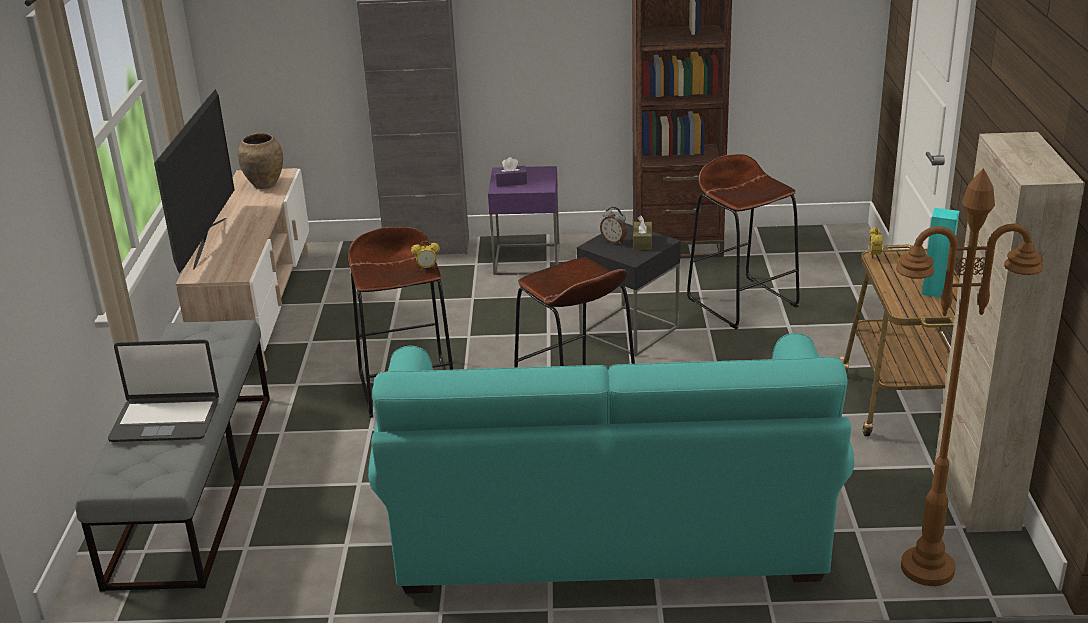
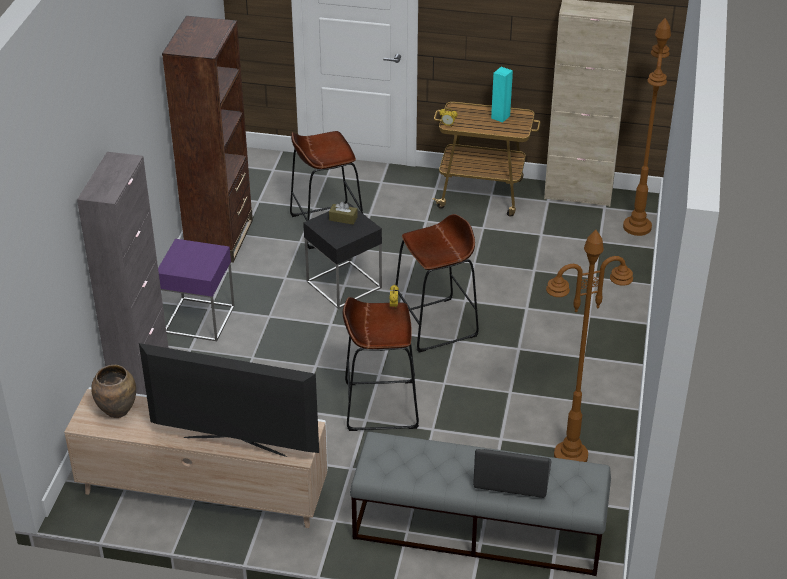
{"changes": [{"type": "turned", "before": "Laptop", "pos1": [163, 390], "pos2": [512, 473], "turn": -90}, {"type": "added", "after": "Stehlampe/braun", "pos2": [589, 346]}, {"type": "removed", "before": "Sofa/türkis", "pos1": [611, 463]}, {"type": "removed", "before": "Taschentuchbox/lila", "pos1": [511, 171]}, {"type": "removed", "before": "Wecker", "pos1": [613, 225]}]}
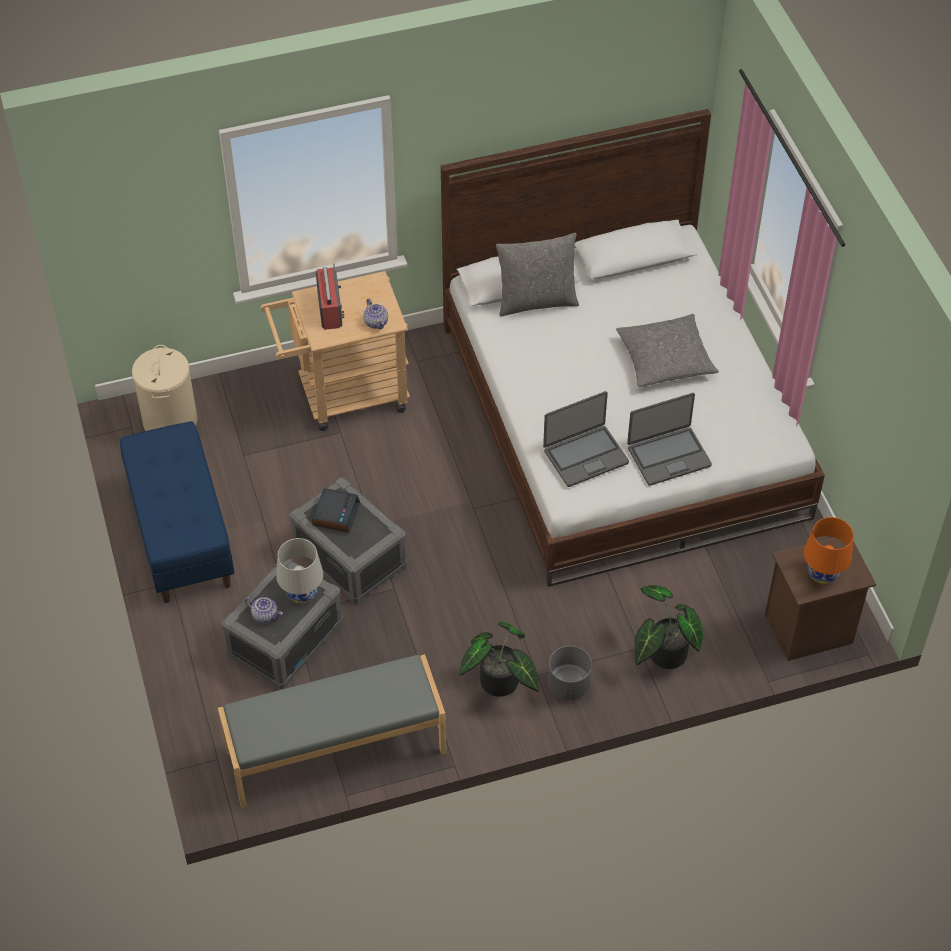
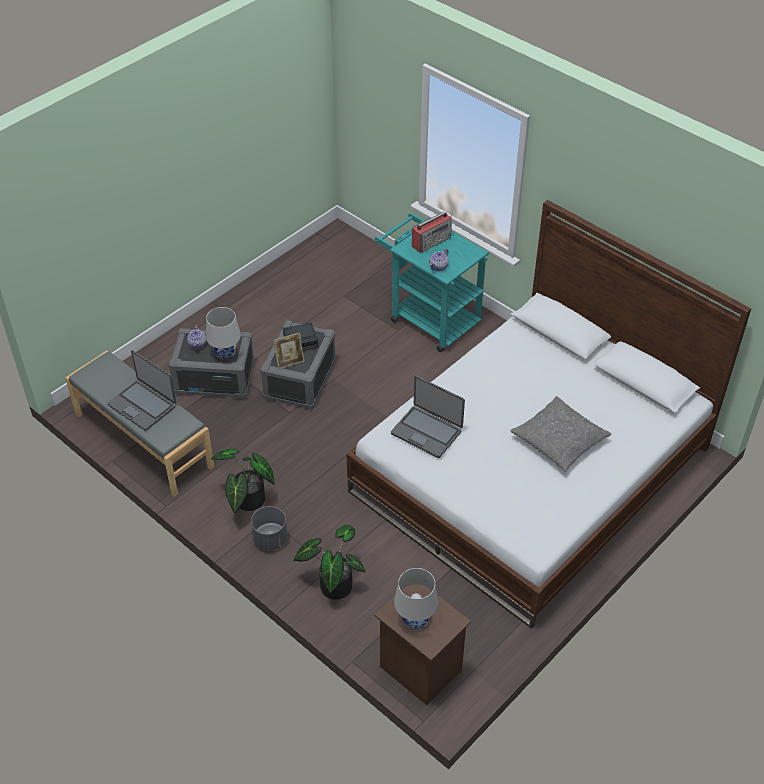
{"changes": [{"type": "moved", "before": "Laptop", "pos1": [669, 439], "pos2": [141, 390]}, {"type": "added", "after": "Bilderrahmen", "pos2": [288, 350]}, {"type": "recoloured", "before": "Rollwagen/beige", "after": "Rollwagen/türkis", "pos1": [335, 351], "pos2": [432, 282]}, {"type": "recoloured", "before": "Tischlampe/orange", "after": "Tischlampe/weiß", "pos1": [828, 550], "pos2": [416, 598]}, {"type": "removed", "before": "Bank/blau", "pos1": [177, 512]}, {"type": "removed", "before": "Wäschekorb/beige", "pos1": [165, 388]}, {"type": "removed", "before": "Kissen/grau", "pos1": [537, 274]}]}
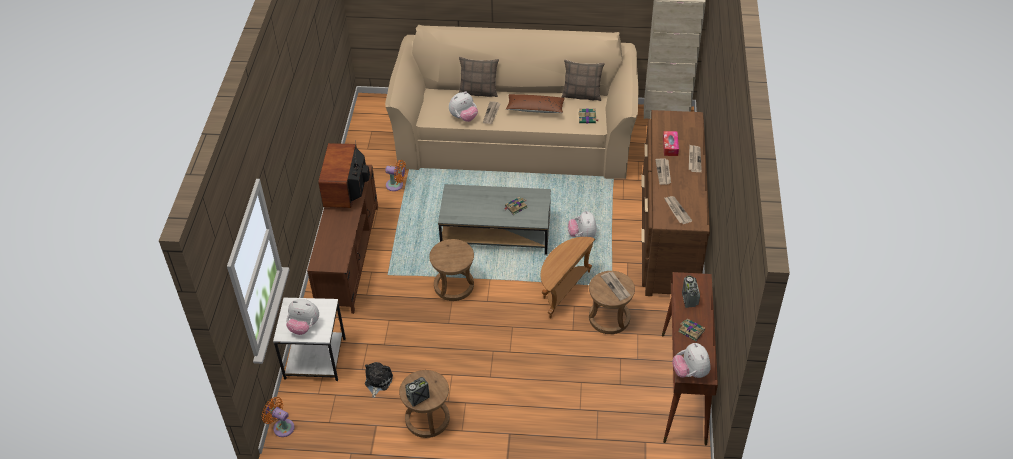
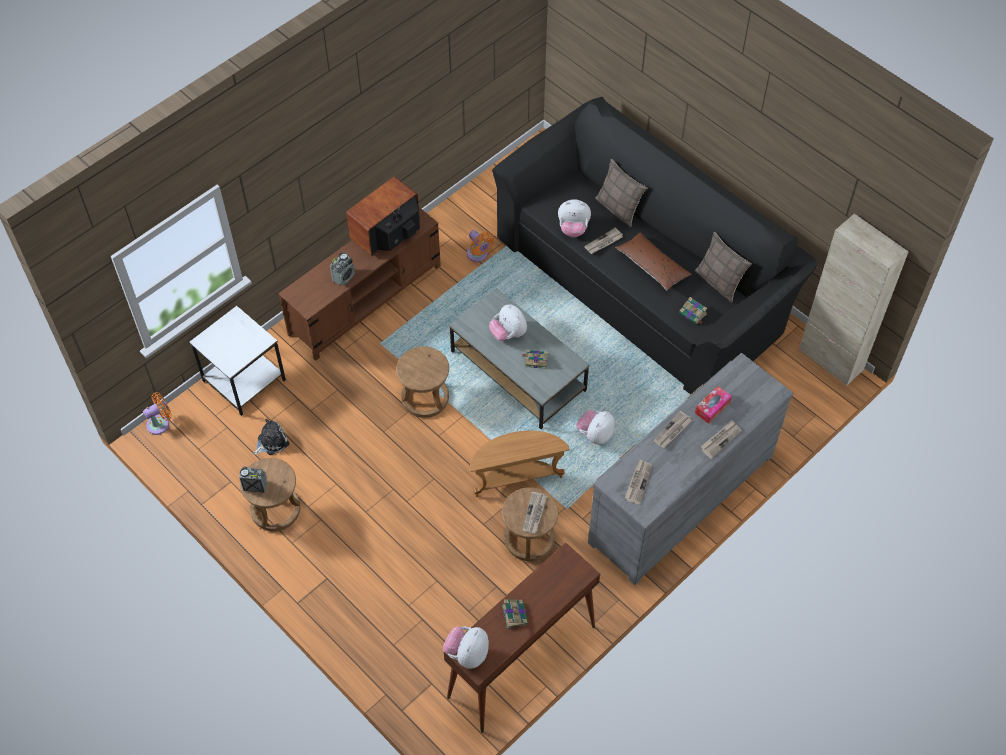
{"changes": [{"type": "turned", "before": "Ventilator/orange", "pos1": [278, 417], "pos2": [157, 413], "turn": 75}, {"type": "moved", "before": "Radio", "pos1": [691, 291], "pos2": [342, 268]}, {"type": "moved", "before": "Plüschtier", "pos1": [302, 317], "pos2": [508, 322]}, {"type": "recoloured", "before": "Sofa/beige", "after": "Sofa/schwarz", "pos1": [512, 102], "pos2": [654, 245]}, {"type": "recoloured", "before": "Kommode/braun", "after": "Kommode/grau", "pos1": [675, 203], "pos2": [690, 469]}]}
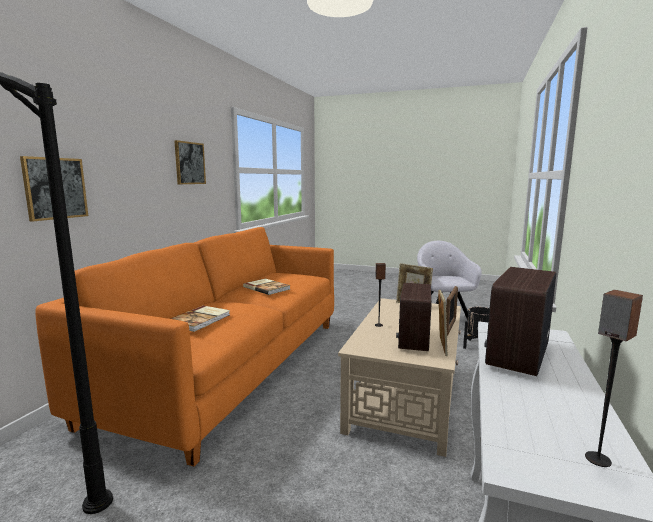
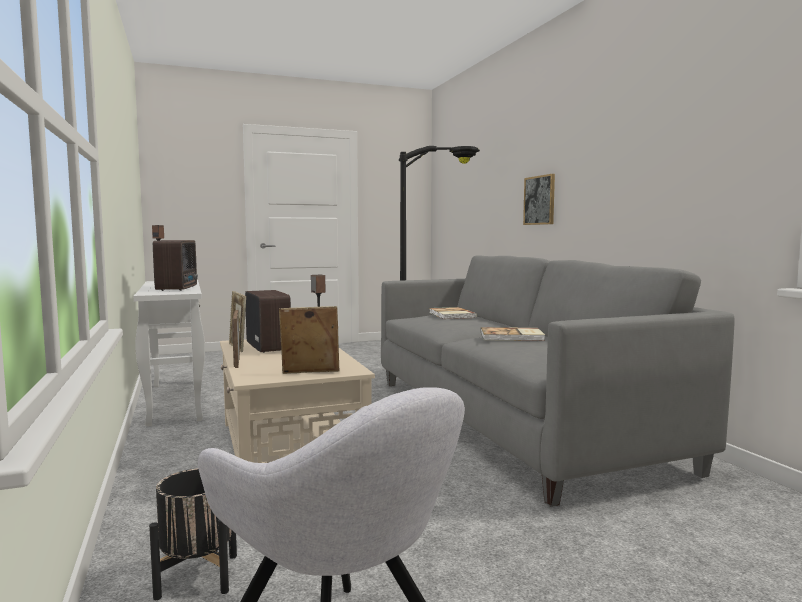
{"changes": [{"type": "recoloured", "before": "Sofa/orange", "after": "Sofa/grau", "pos1": [184, 347], "pos2": [558, 381]}, {"type": "removed", "before": "Bild", "pos1": [190, 162]}]}
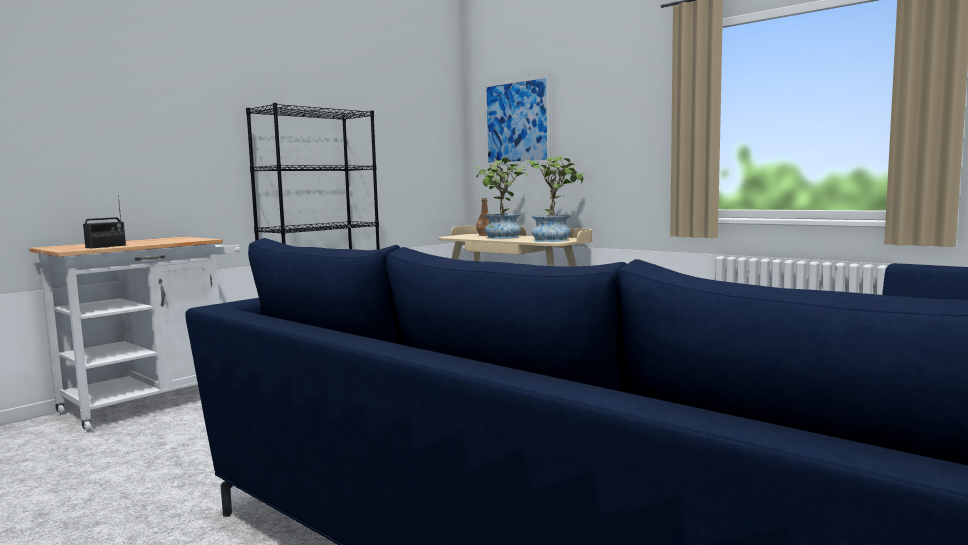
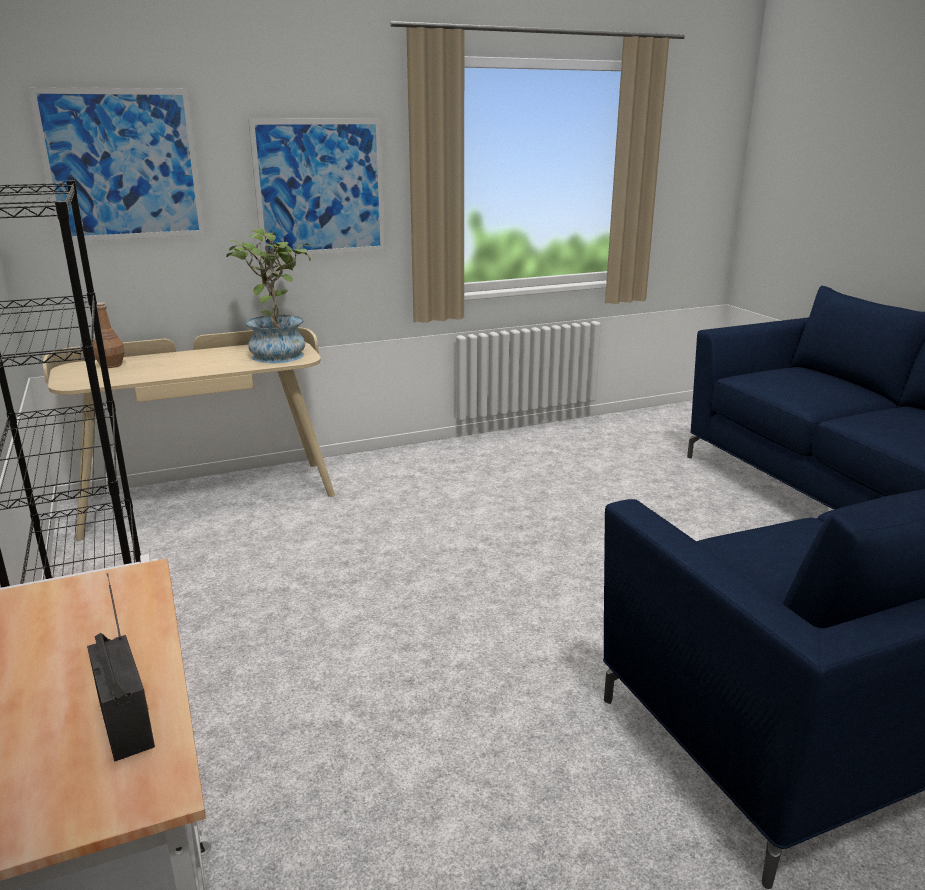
{"changes": [{"type": "added", "after": "Bild", "pos2": [316, 188]}, {"type": "removed", "before": "Topfpflanze", "pos1": [502, 198]}]}
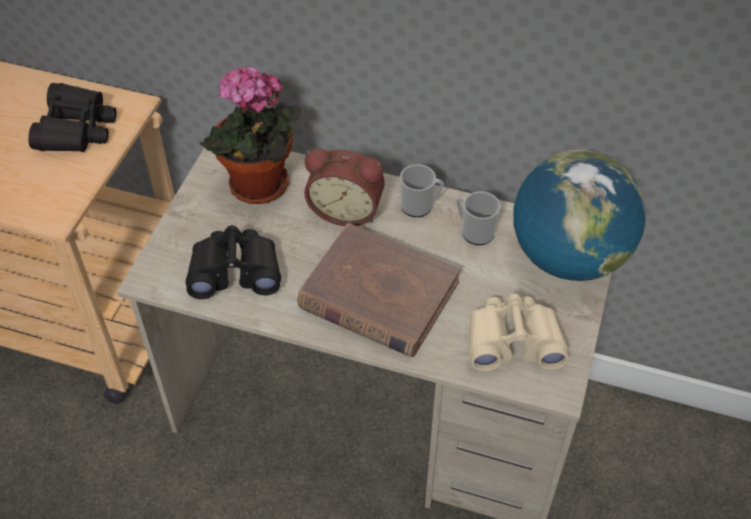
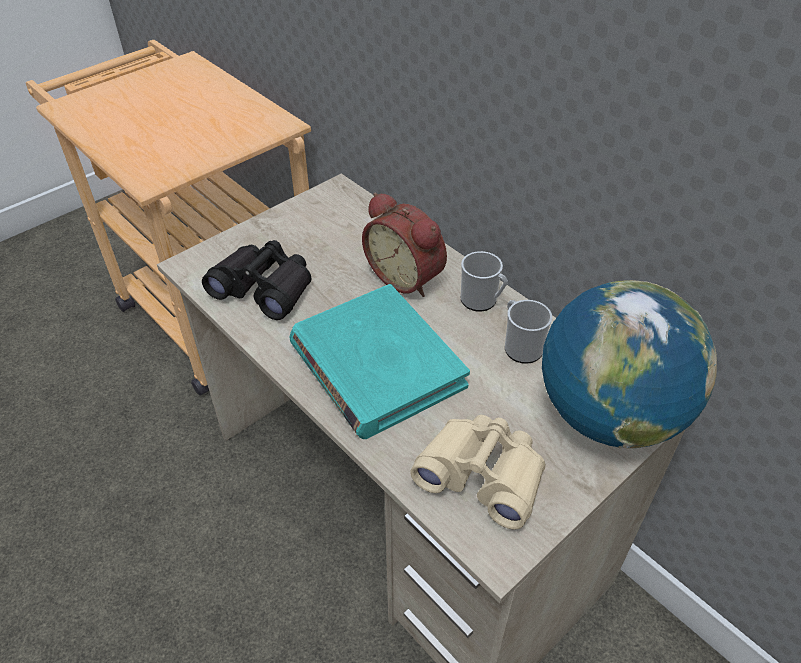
{"changes": [{"type": "recoloured", "before": "Buch/braun", "after": "Buch/türkis", "pos1": [378, 290], "pos2": [379, 361]}, {"type": "removed", "before": "Fernglas/schwarz", "pos1": [72, 117]}, {"type": "removed", "before": "Topfpflanze", "pos1": [250, 135]}]}
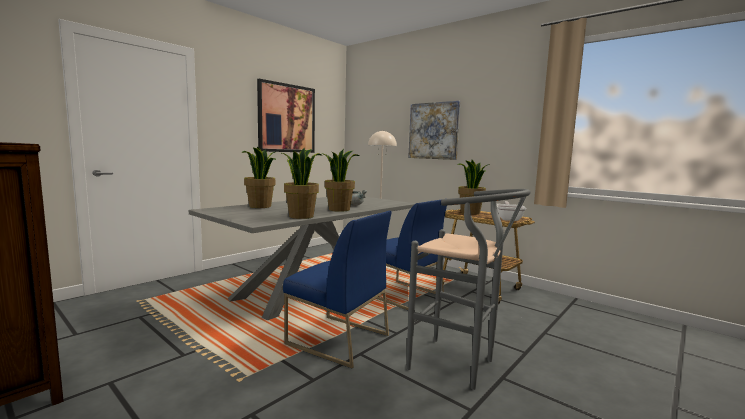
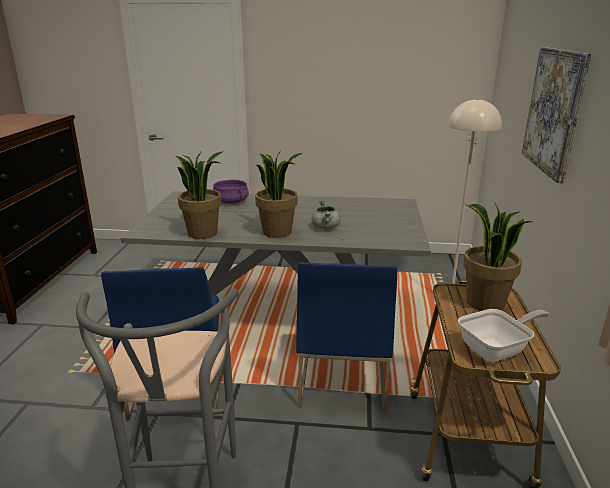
{"changes": [{"type": "replaced", "before": "Topfpflanze", "after": "Kochtopf/lila", "pos1": [259, 177], "pos2": [231, 192]}, {"type": "removed", "before": "Bild", "pos1": [286, 116]}]}
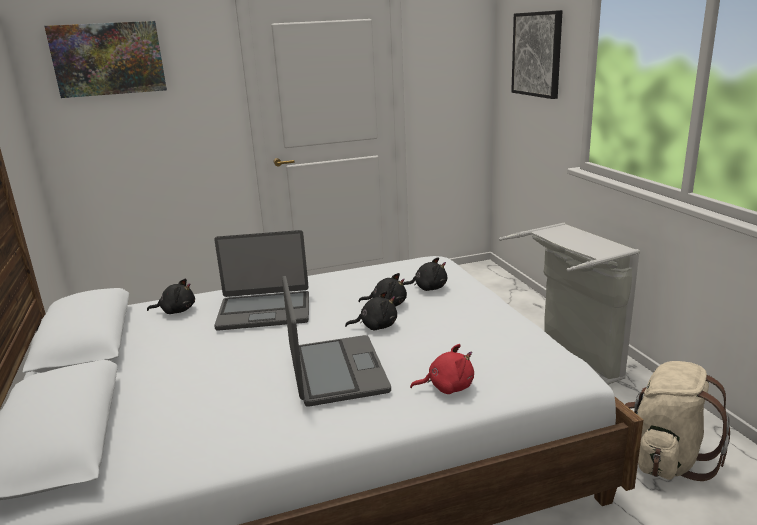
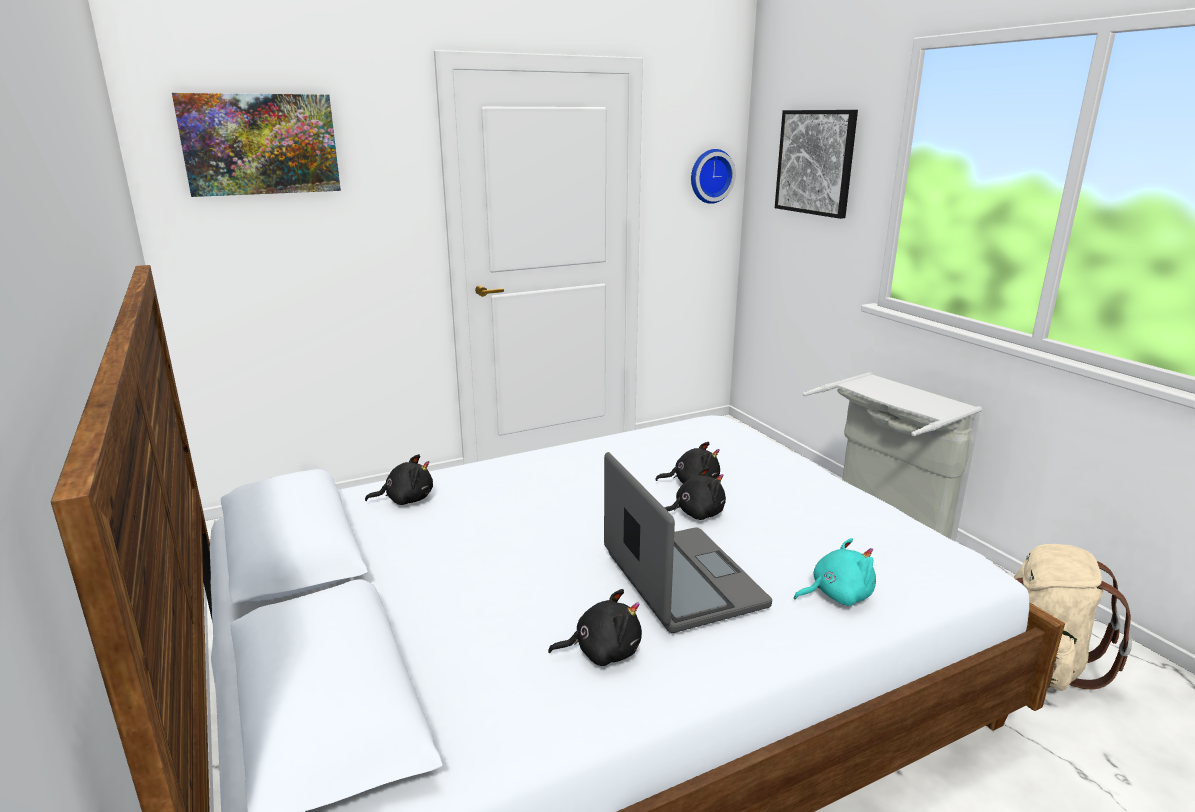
{"changes": [{"type": "moved", "before": "Plüschtier/schwarz", "pos1": [425, 274], "pos2": [595, 627]}, {"type": "added", "after": "Wanduhr", "pos2": [713, 176]}, {"type": "recoloured", "before": "Plüschtier/rot", "after": "Plüschtier/türkis", "pos1": [442, 369], "pos2": [835, 572]}, {"type": "removed", "before": "Laptop", "pos1": [261, 280]}]}
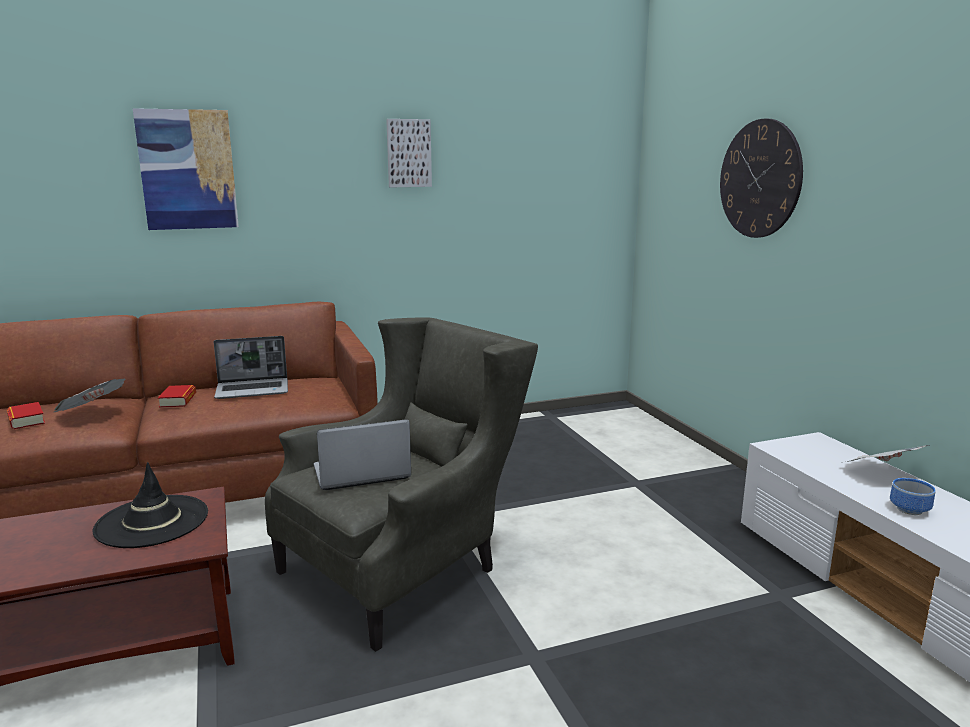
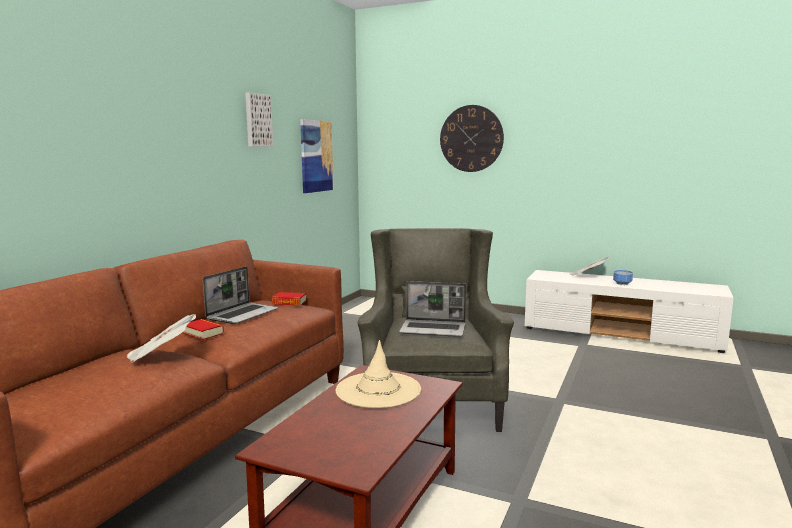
{"changes": [{"type": "moved", "before": "Buch", "pos1": [26, 415], "pos2": [289, 299]}, {"type": "moved", "before": "Bild", "pos1": [186, 169], "pos2": [316, 156]}, {"type": "recoloured", "before": "Hut/schwarz", "after": "Hut/beige", "pos1": [150, 505], "pos2": [378, 374]}, {"type": "turned", "before": "Laptop", "pos1": [362, 454], "pos2": [432, 309], "turn": -105}]}
